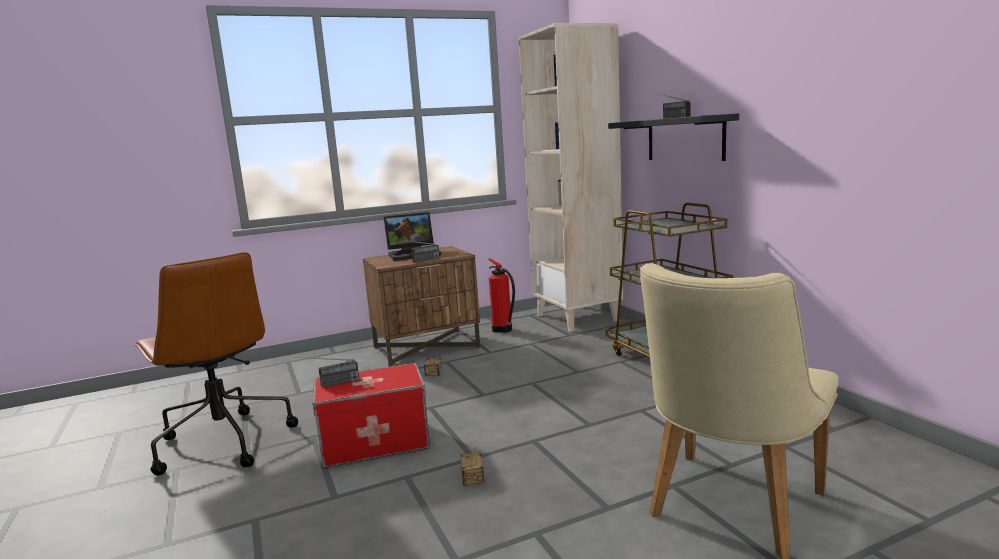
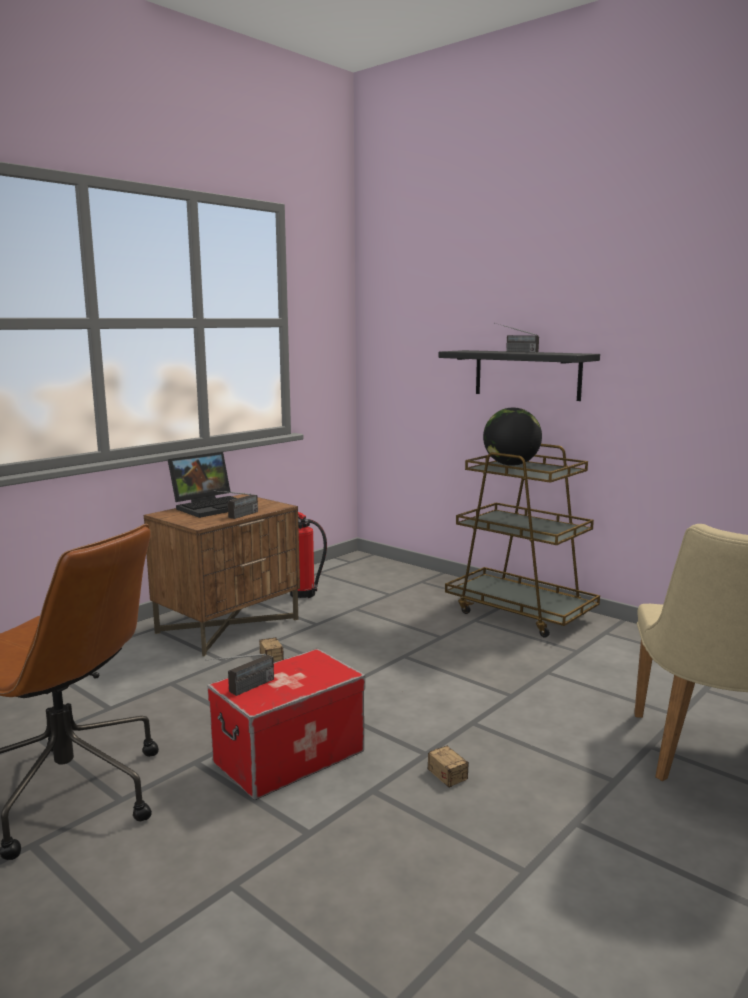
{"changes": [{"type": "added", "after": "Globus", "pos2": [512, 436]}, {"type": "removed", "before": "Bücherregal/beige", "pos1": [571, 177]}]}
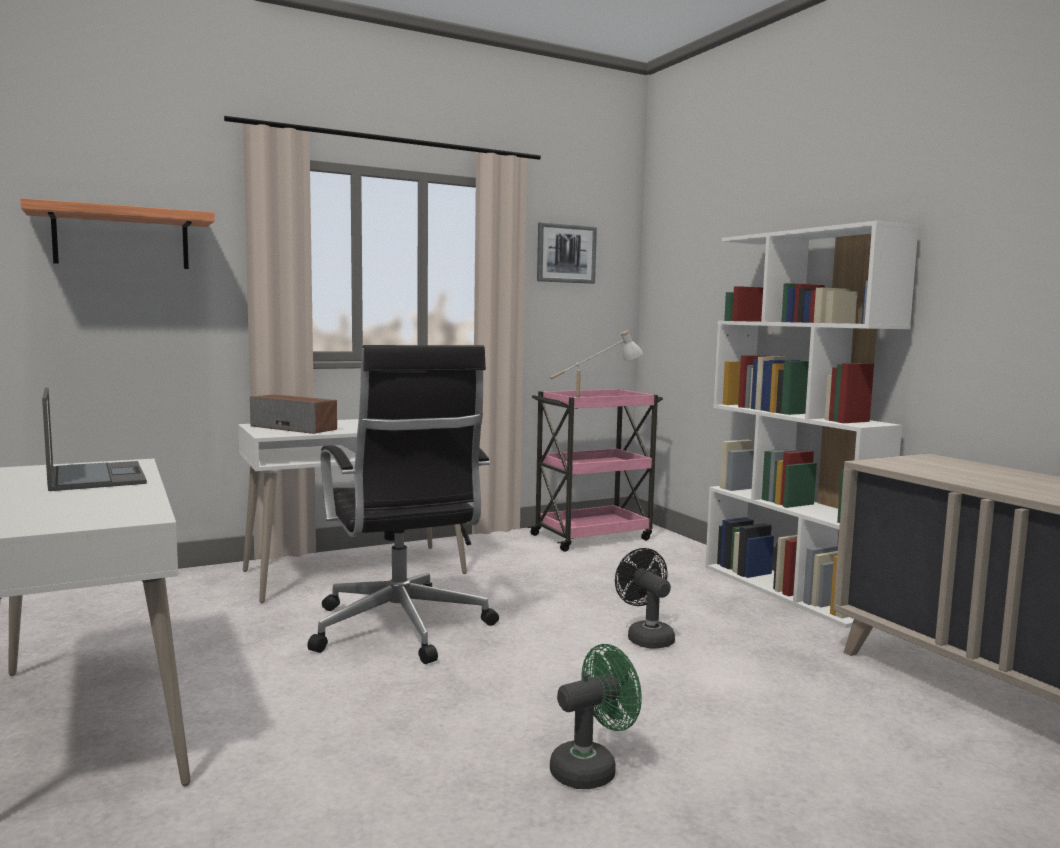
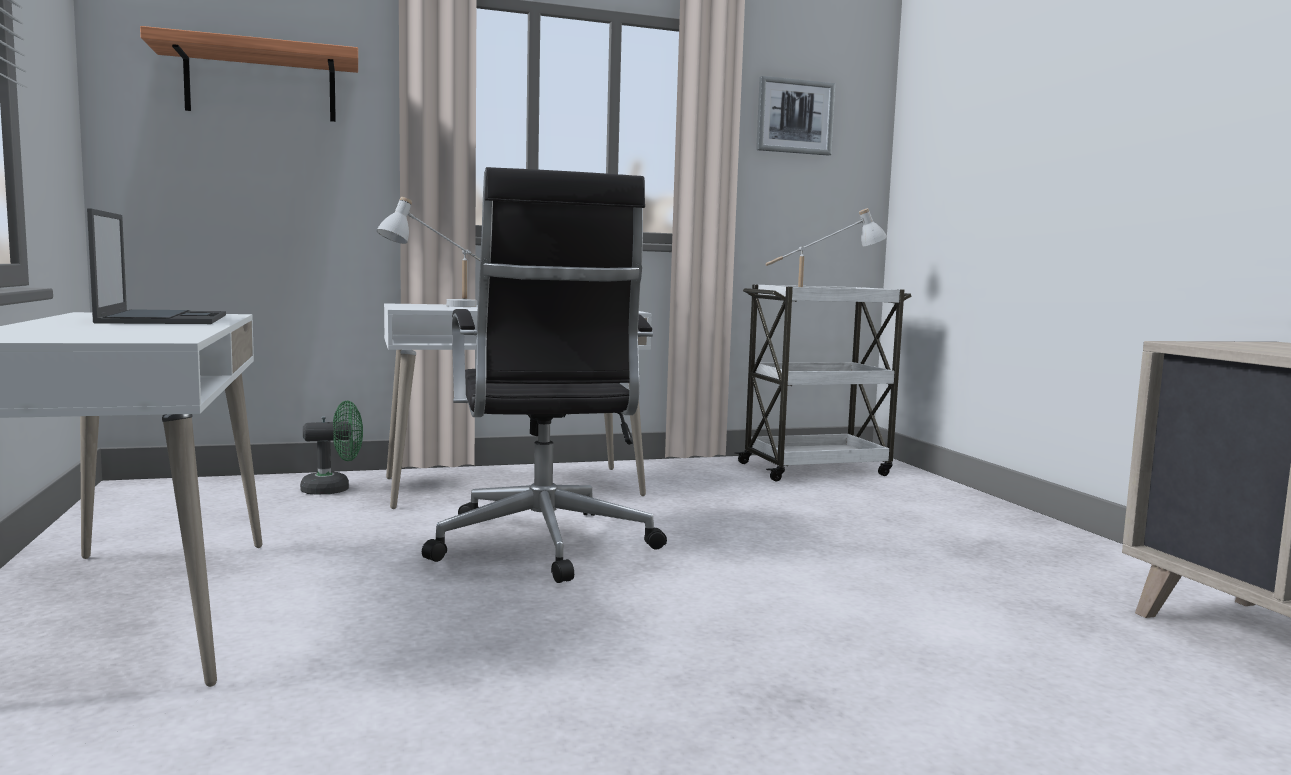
{"changes": [{"type": "moved", "before": "Ventilator/grün", "pos1": [596, 716], "pos2": [331, 447]}, {"type": "replaced", "before": "Lautsprecher", "after": "Tischlampe/weiß", "pos1": [293, 414], "pos2": [428, 252]}, {"type": "recoloured", "before": "Rollwagen/rosa", "after": "Rollwagen/weiß", "pos1": [595, 470], "pos2": [823, 382]}, {"type": "removed", "before": "Ventilator/schwarz", "pos1": [645, 598]}, {"type": "removed", "before": "Bücherregal/weiß", "pos1": [812, 424]}]}
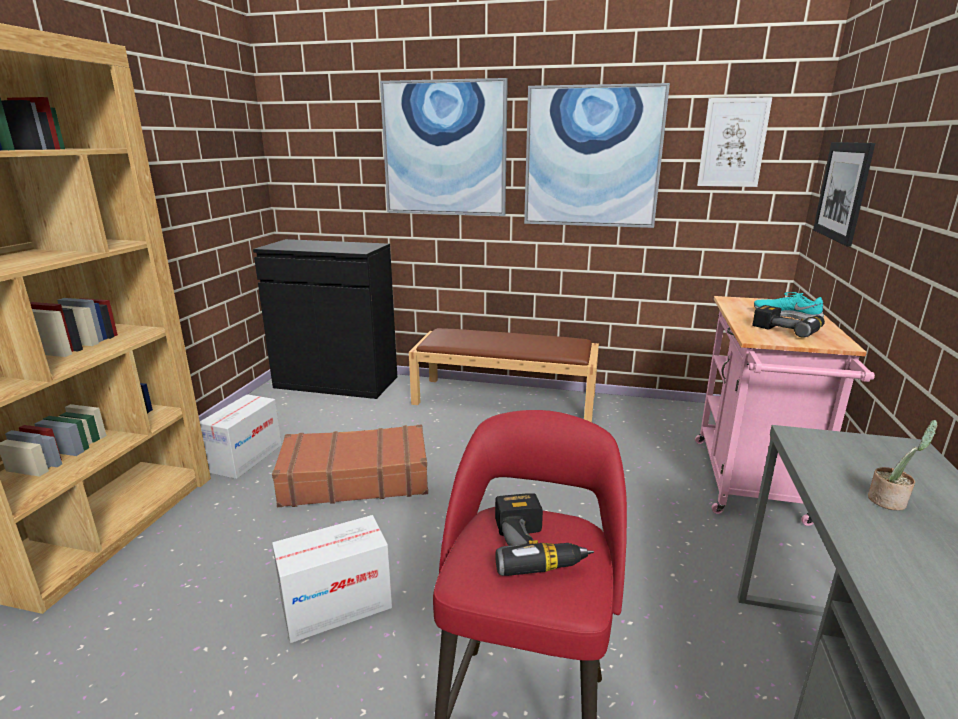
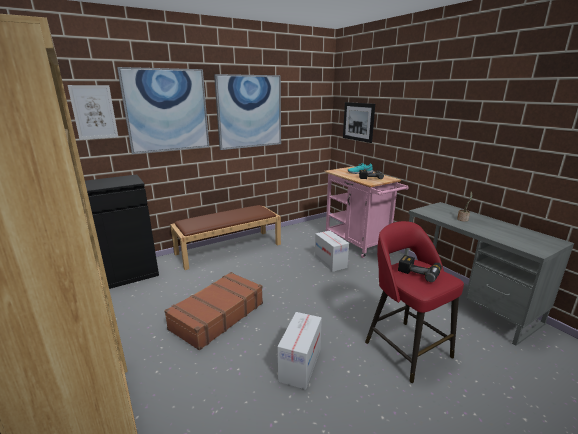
{"changes": [{"type": "moved", "before": "Bild", "pos1": [734, 142], "pos2": [93, 112]}, {"type": "moved", "before": "Karton", "pos1": [241, 436], "pos2": [332, 251]}]}
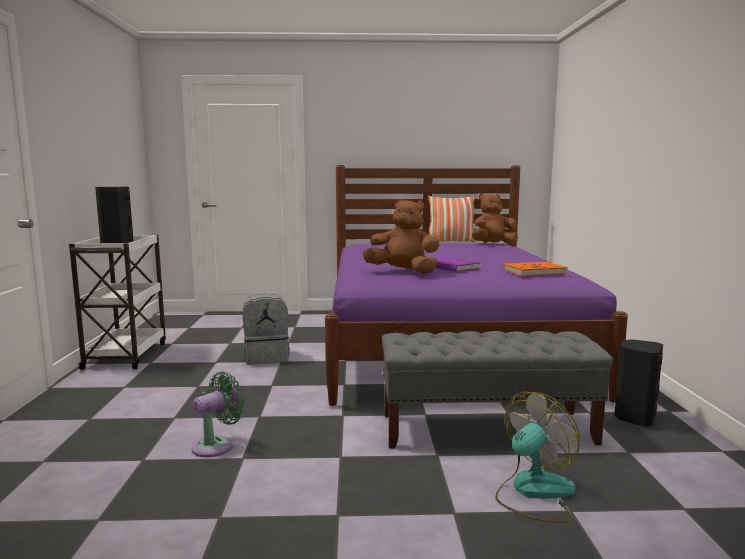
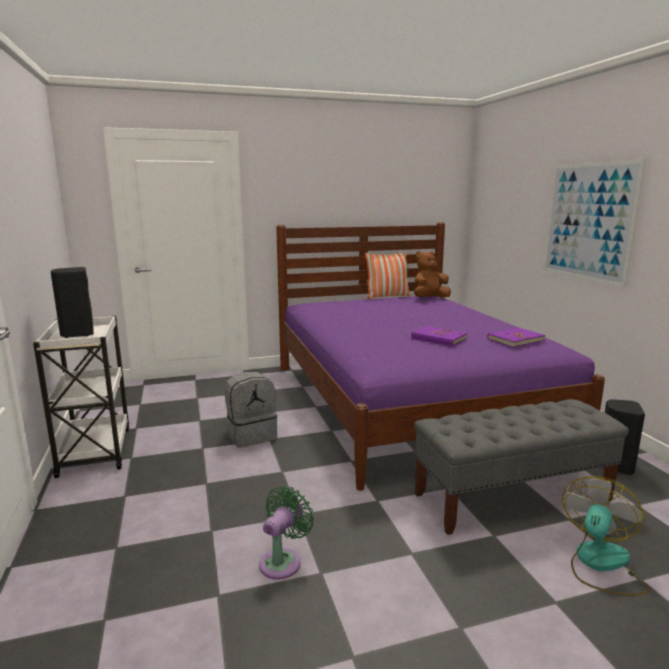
{"changes": [{"type": "recoloured", "before": "Buch/orange", "after": "Buch/lila", "pos1": [536, 269], "pos2": [516, 337]}, {"type": "added", "after": "Bild", "pos2": [594, 223]}, {"type": "removed", "before": "Plüschtier/braun", "pos1": [401, 236]}]}
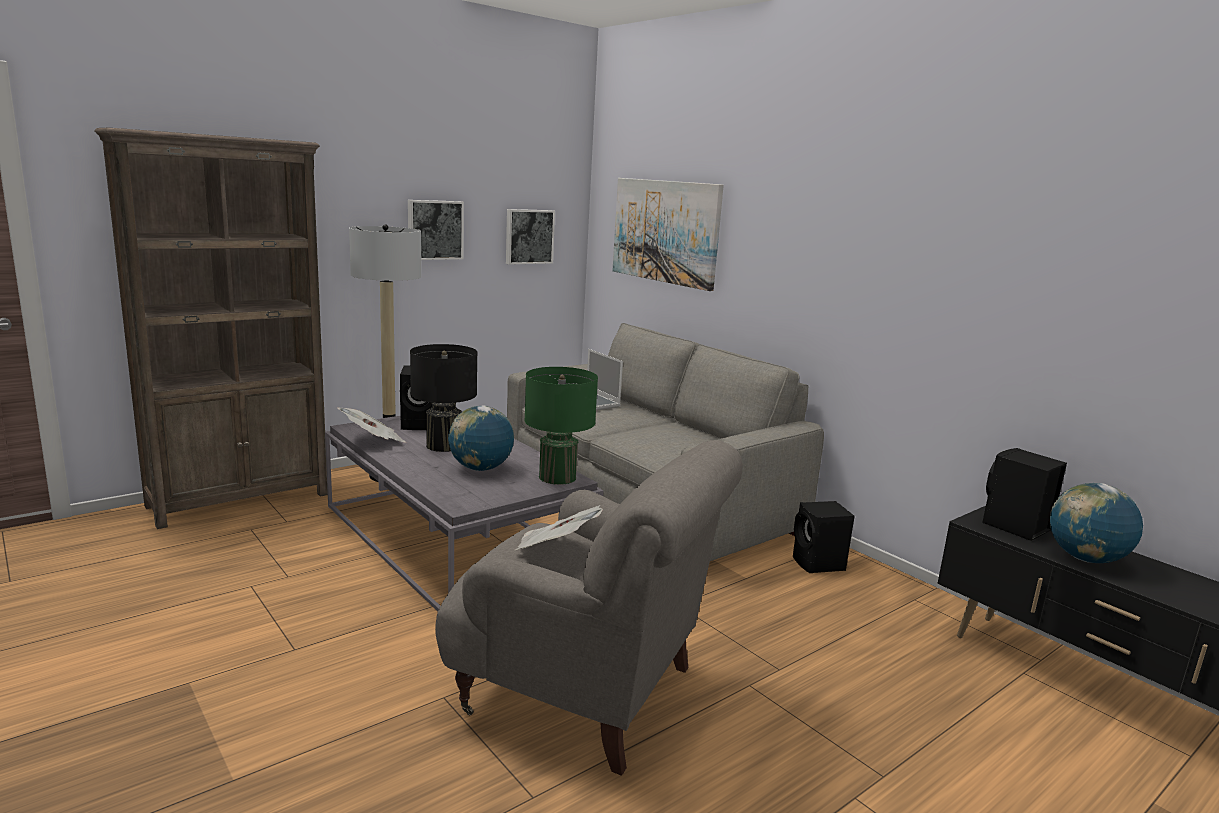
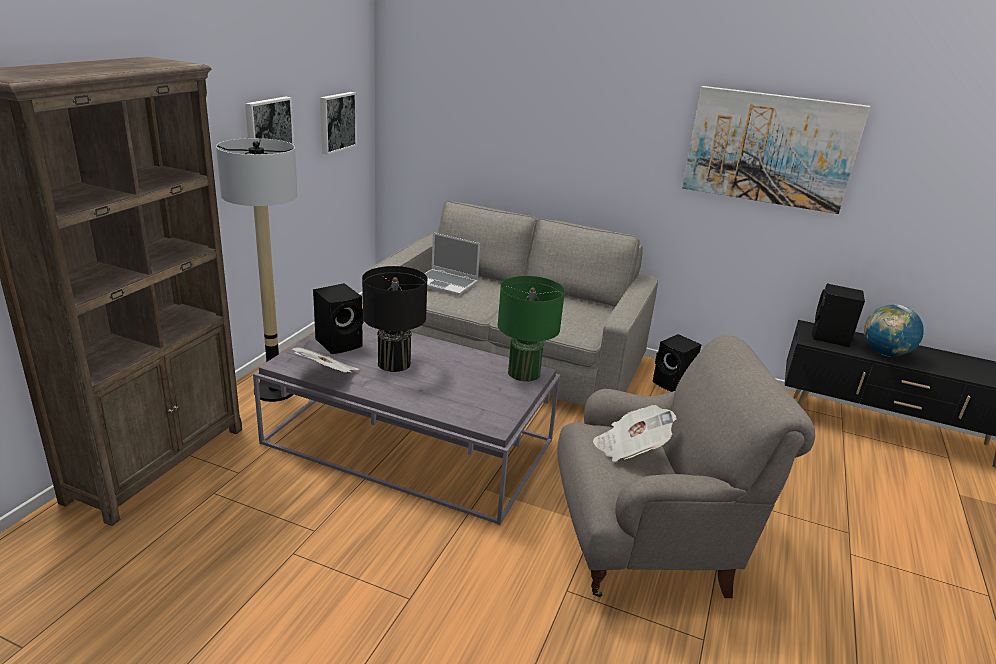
{"changes": [{"type": "moved", "before": "Bild", "pos1": [668, 234], "pos2": [776, 150]}, {"type": "removed", "before": "Globus", "pos1": [481, 438]}]}
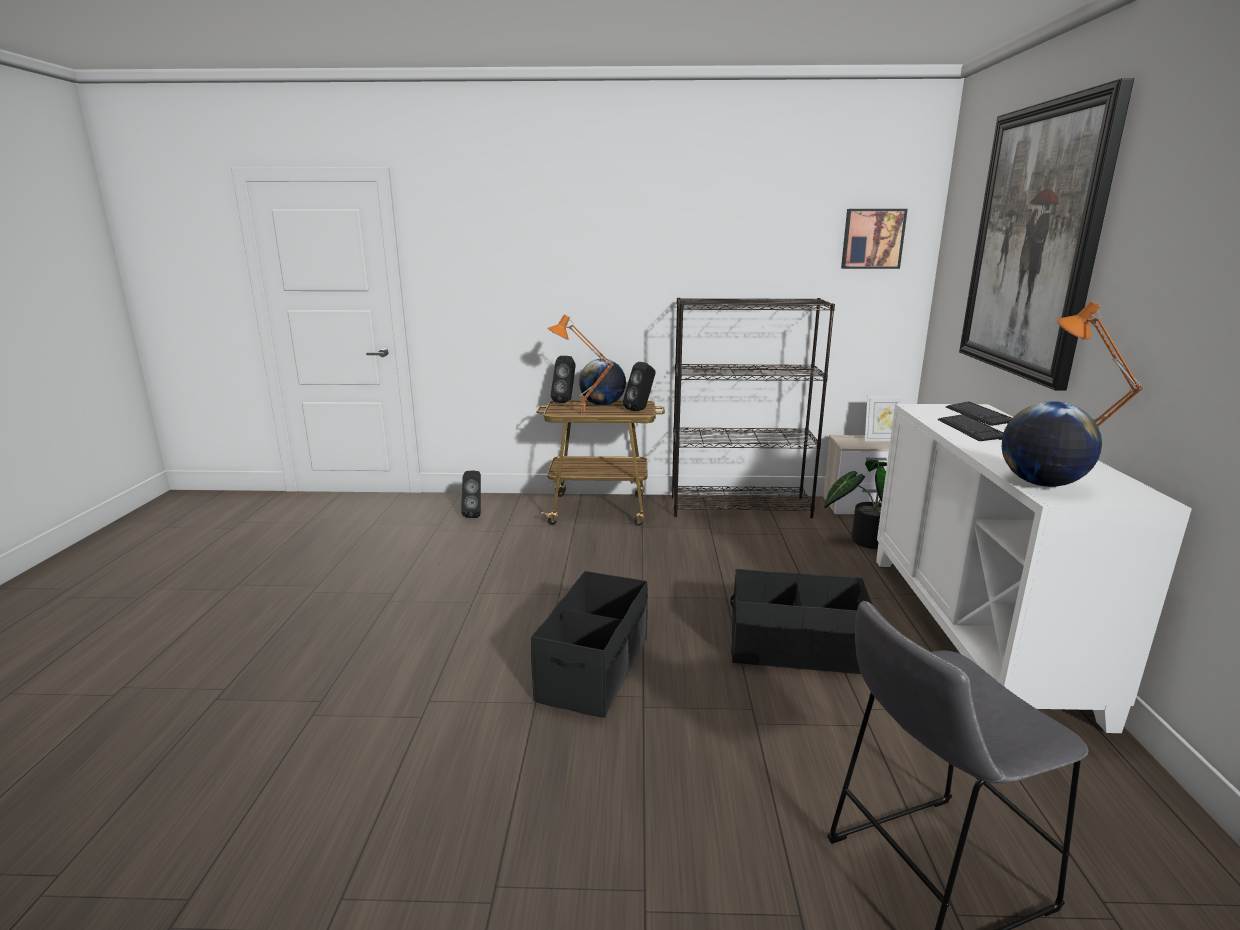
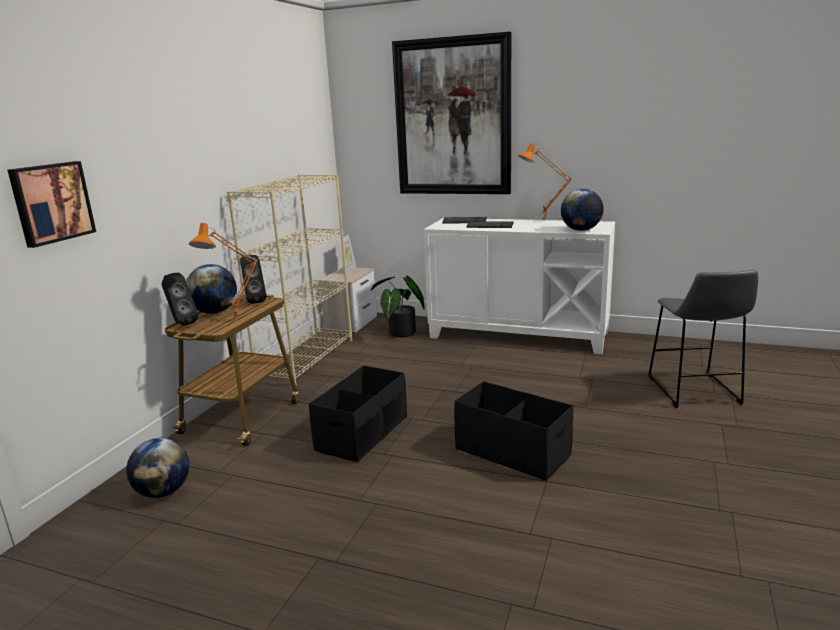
{"changes": [{"type": "moved", "before": "Bild", "pos1": [874, 239], "pos2": [51, 204]}, {"type": "replaced", "before": "Lautsprecher/schwarz", "after": "Globus", "pos1": [471, 494], "pos2": [157, 468]}, {"type": "recoloured", "before": "Bücherregal/schwarz", "after": "Bücherregal/beige", "pos1": [753, 408], "pos2": [289, 280]}, {"type": "moved", "before": "Aufbewahrungsbox/schwarz", "pos1": [801, 621], "pos2": [358, 413]}]}
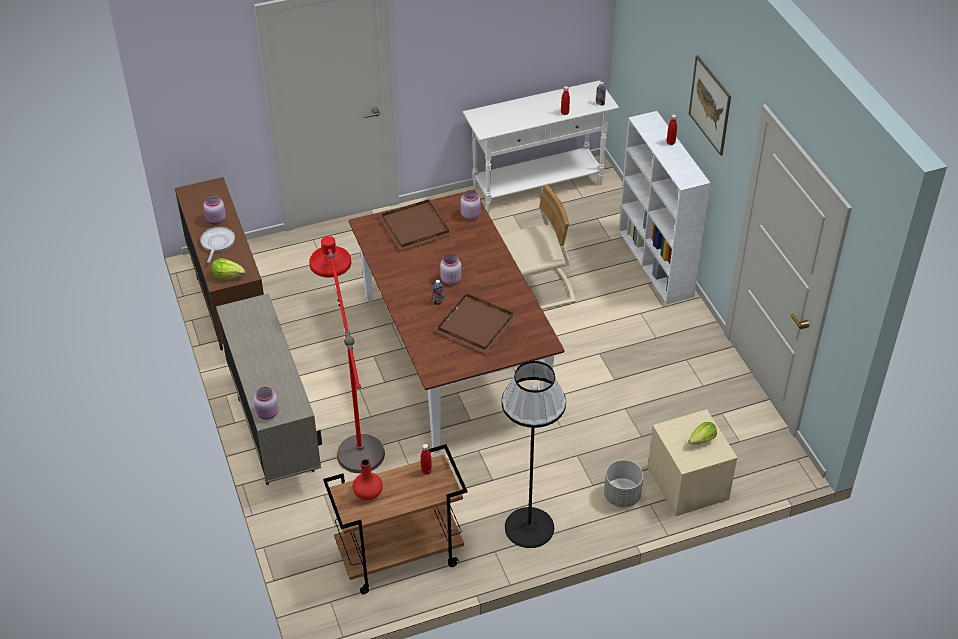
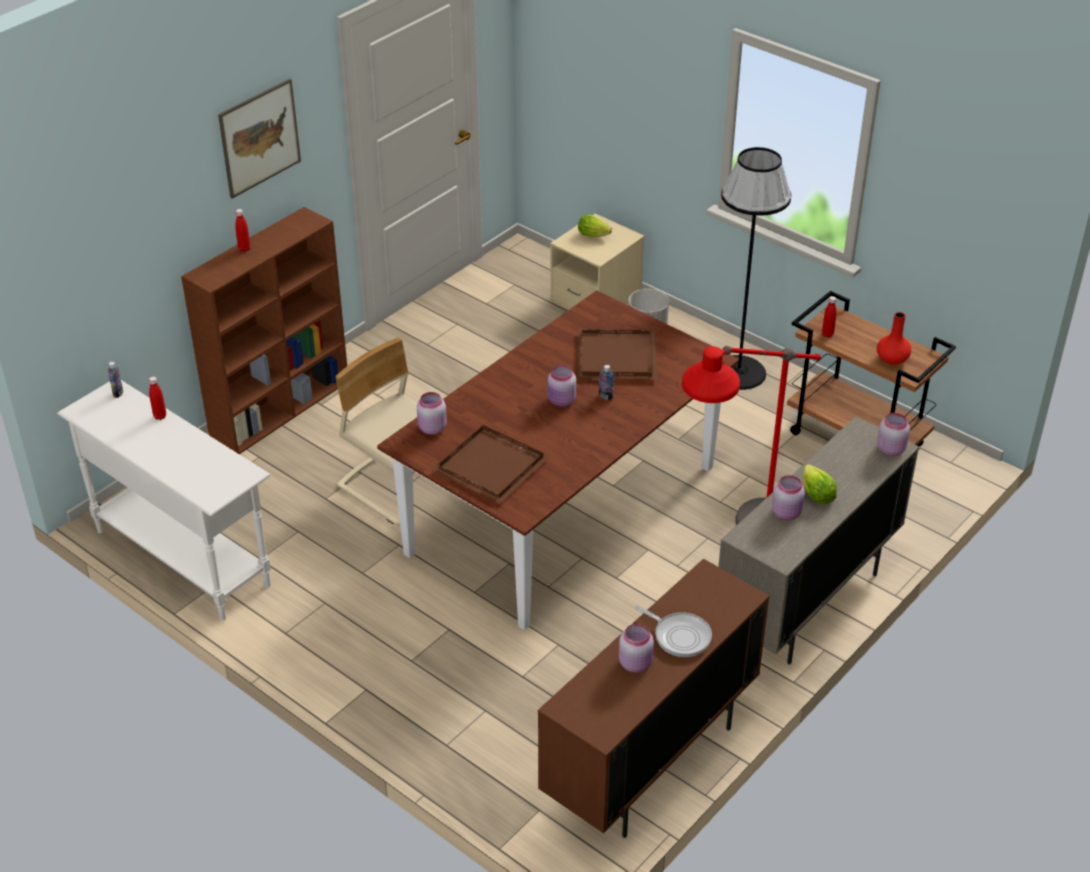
{"changes": [{"type": "recoloured", "before": "Bücherregal/weiß", "after": "Bücherregal/braun", "pos1": [664, 208], "pos2": [264, 330]}, {"type": "turned", "before": "Pfanne", "pos1": [217, 245], "pos2": [673, 631], "turn": -120}, {"type": "added", "after": "Vorratsglas/rosa", "pos2": [788, 497]}, {"type": "moved", "before": "Salatkopf", "pos1": [228, 268], "pos2": [820, 484]}]}
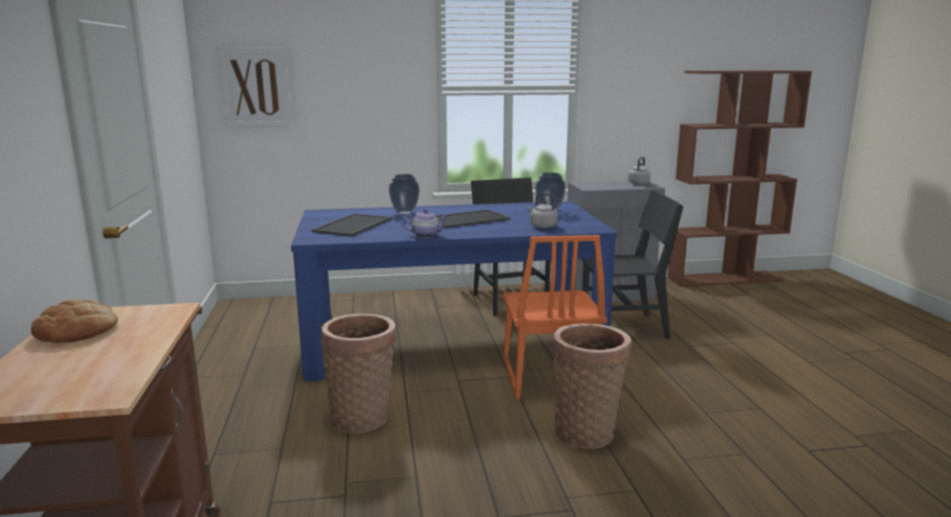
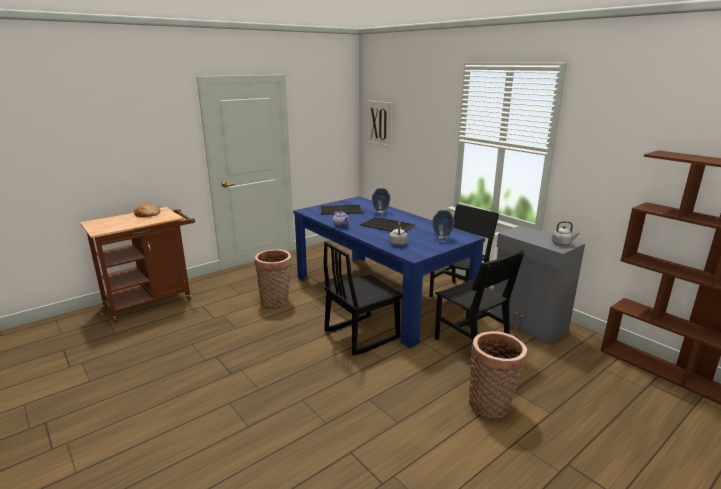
{"changes": [{"type": "recoloured", "before": "Stuhl/orange", "after": "Stuhl/schwarz", "pos1": [554, 317], "pos2": [362, 298]}, {"type": "moved", "before": "Korb", "pos1": [591, 386], "pos2": [497, 374]}]}
